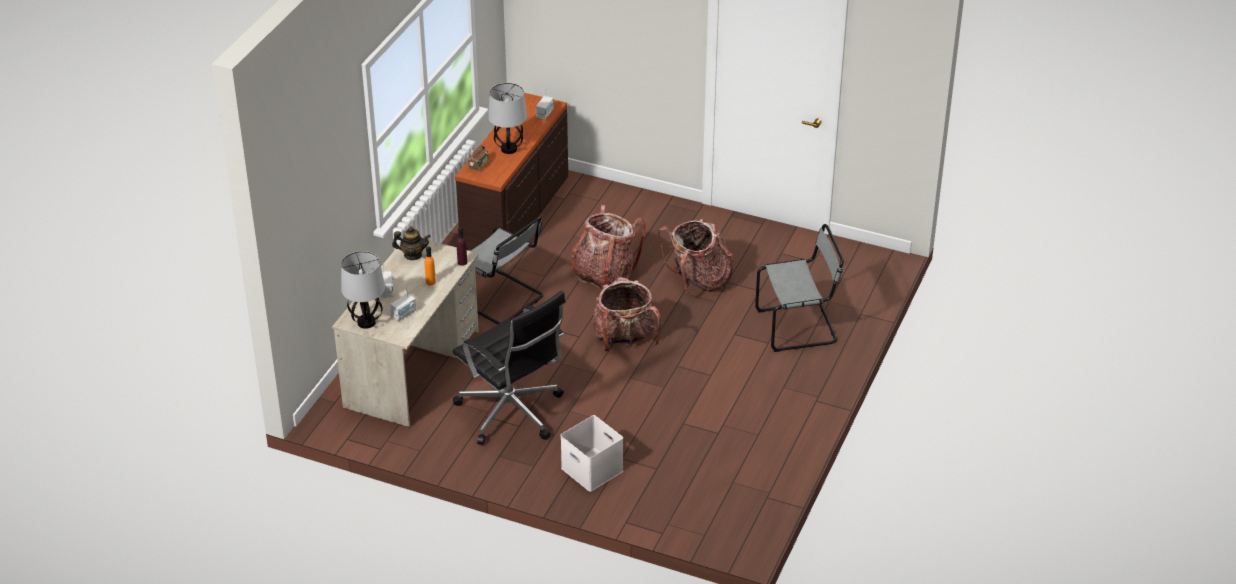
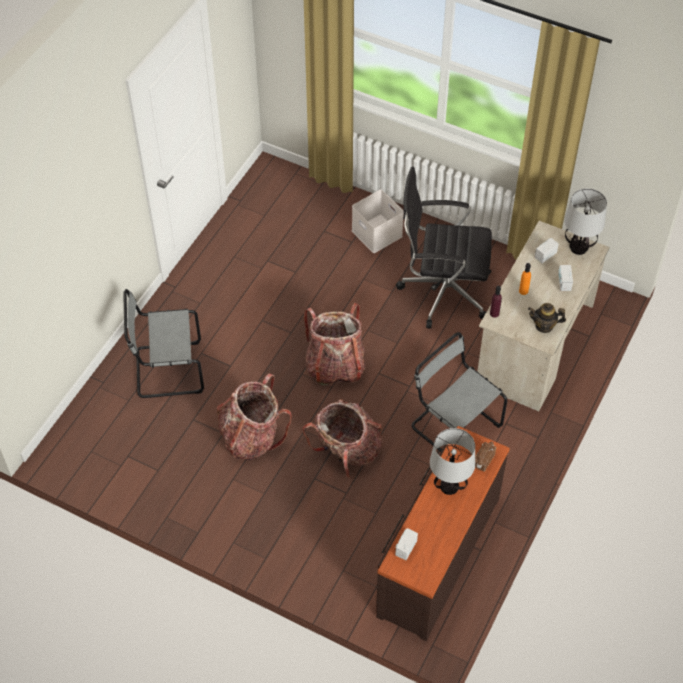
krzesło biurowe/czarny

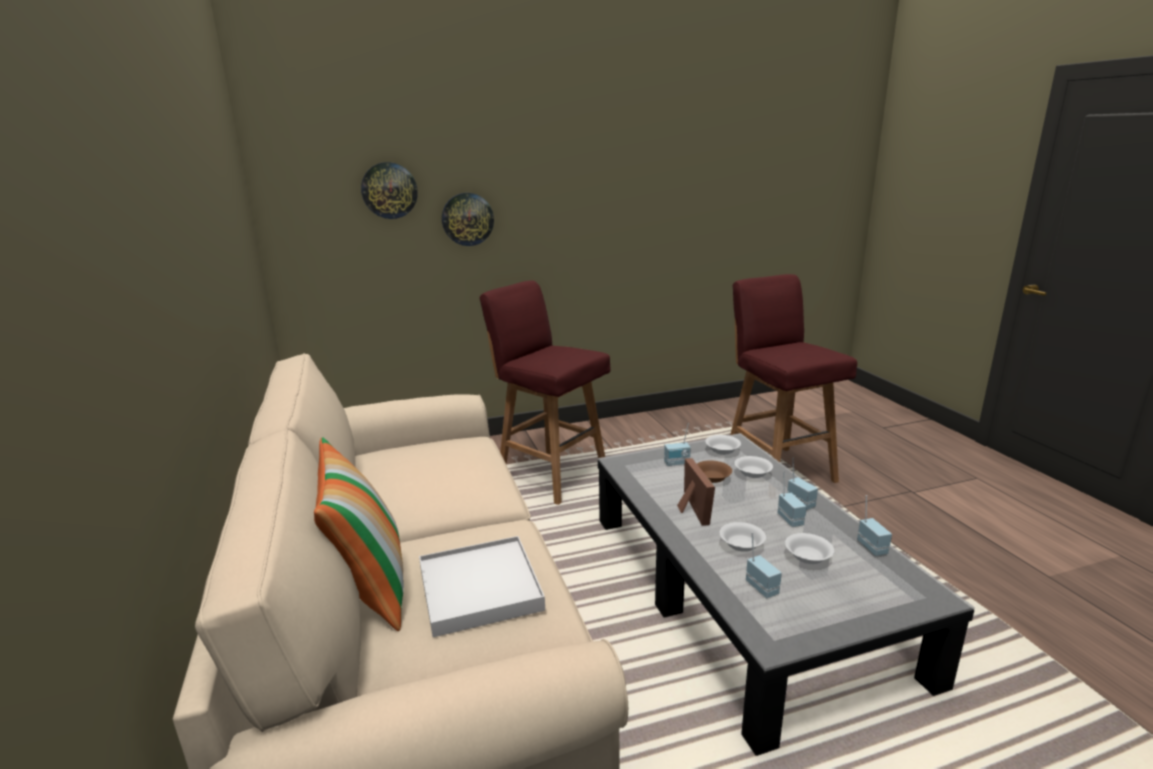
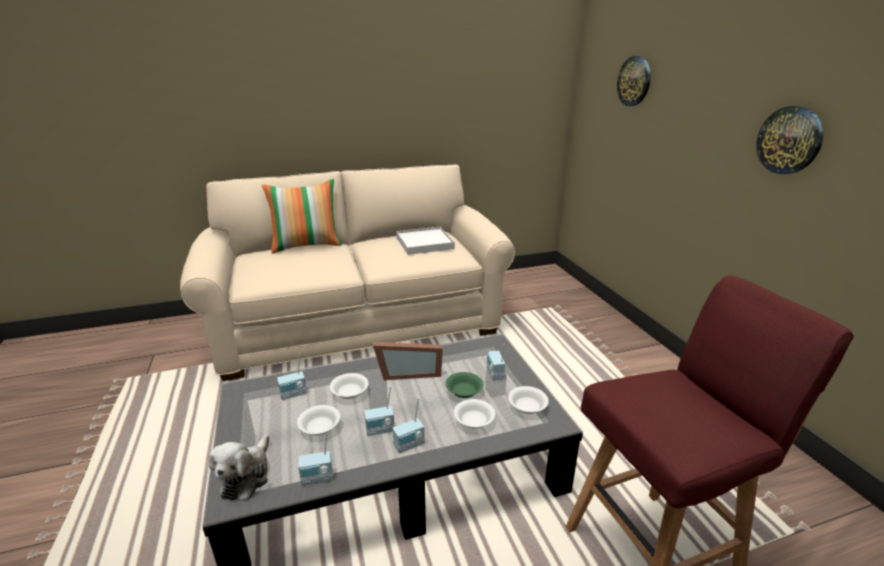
zegar ścienny (2nd from left); stołek/czerwony (1st from left in the first image); miska/zielony; taca/biały; pluszak

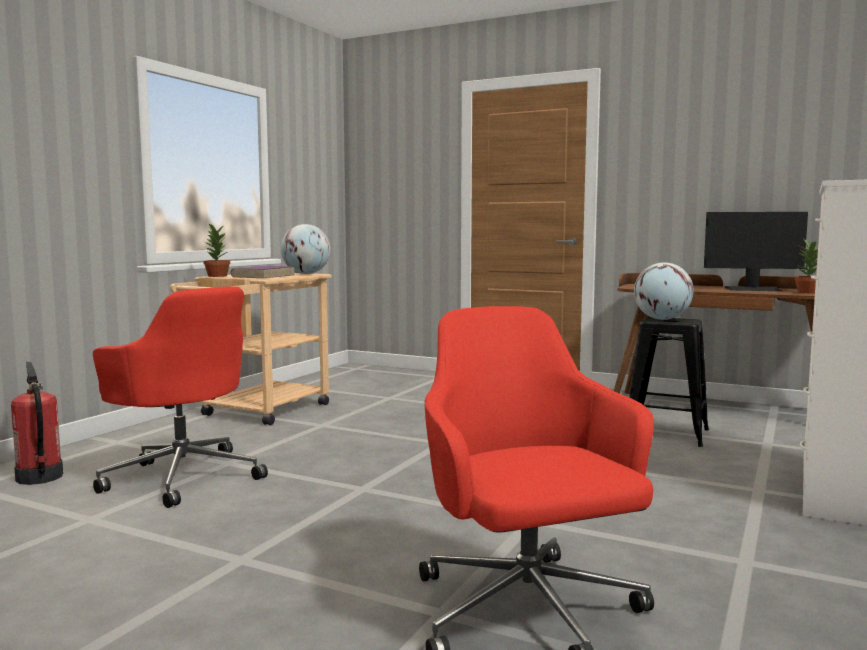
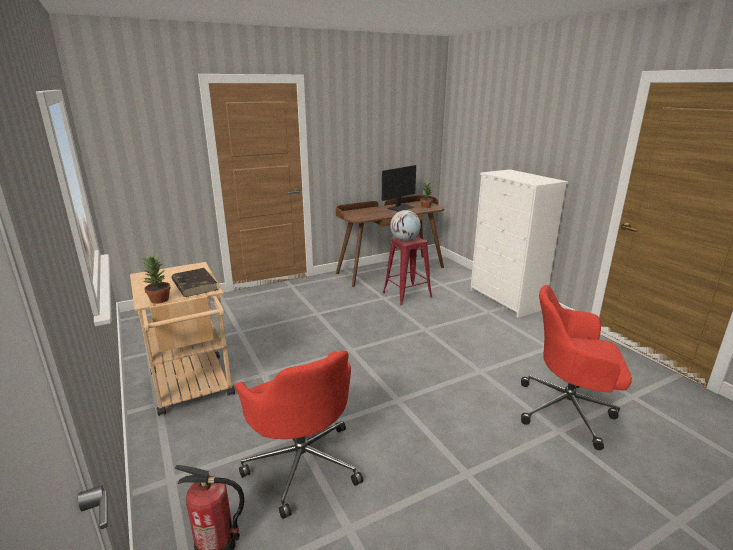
globus (1st from left in the first image); książka/brązowy; krzesło biurowe/czerwony (1st from left); stołek/czerwony

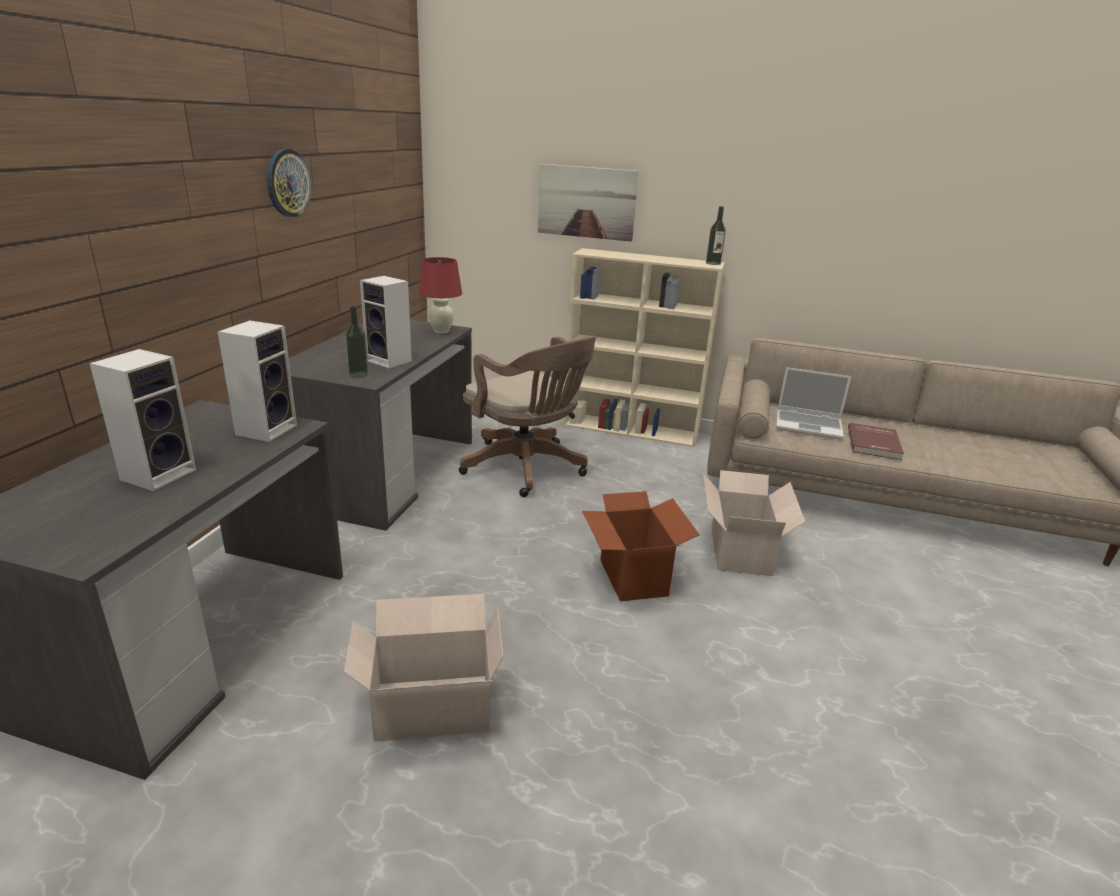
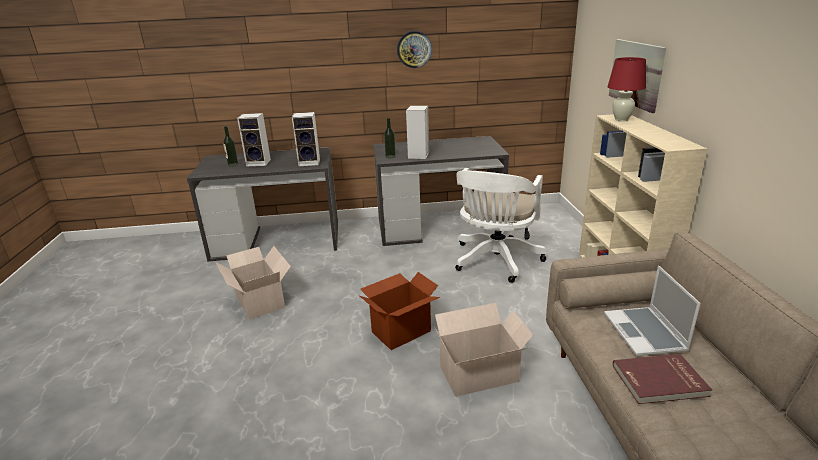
butelka (1st from left); lampa stołowa/czerwony; krzesło biurowe/biały

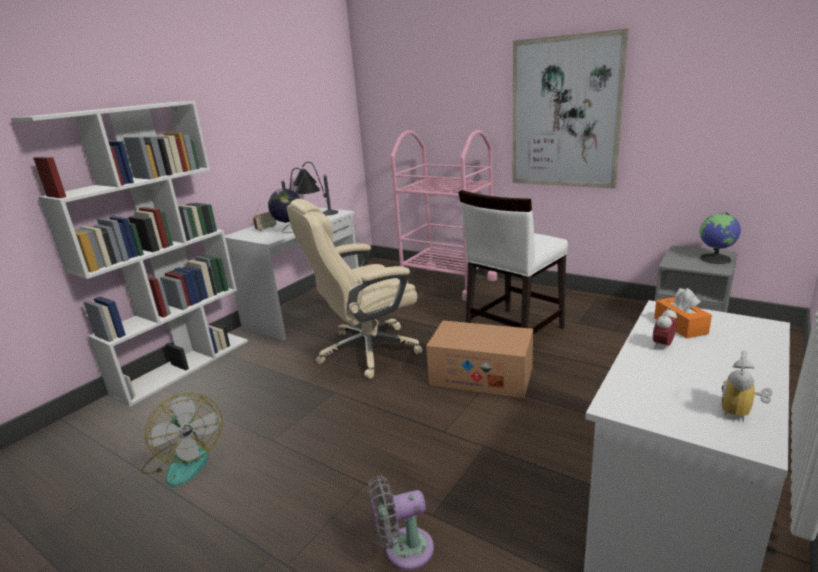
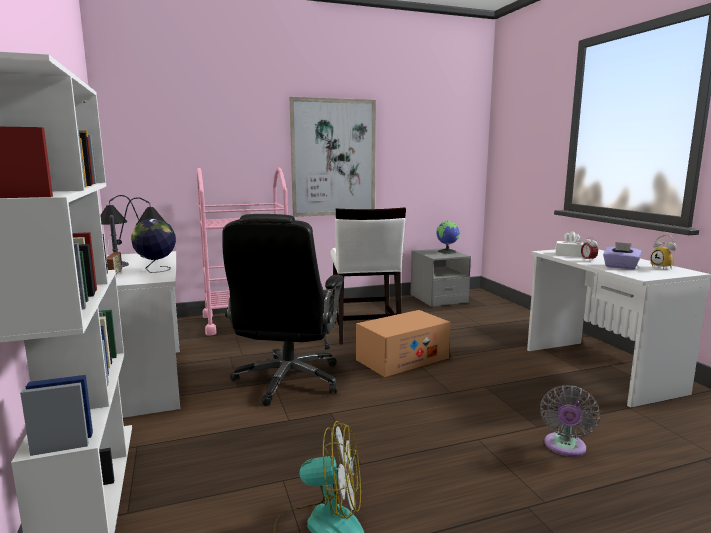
krzesło biurowe/czarny; pudełko chusteczek/biały; pudełko chusteczek/fioletowy

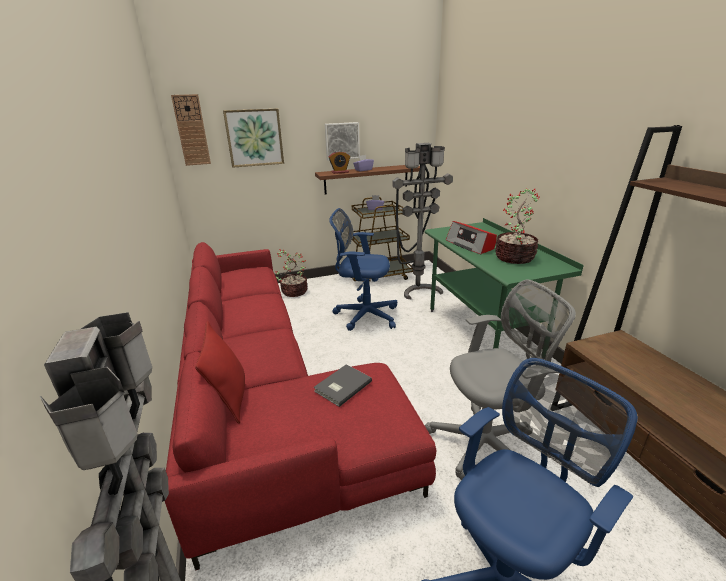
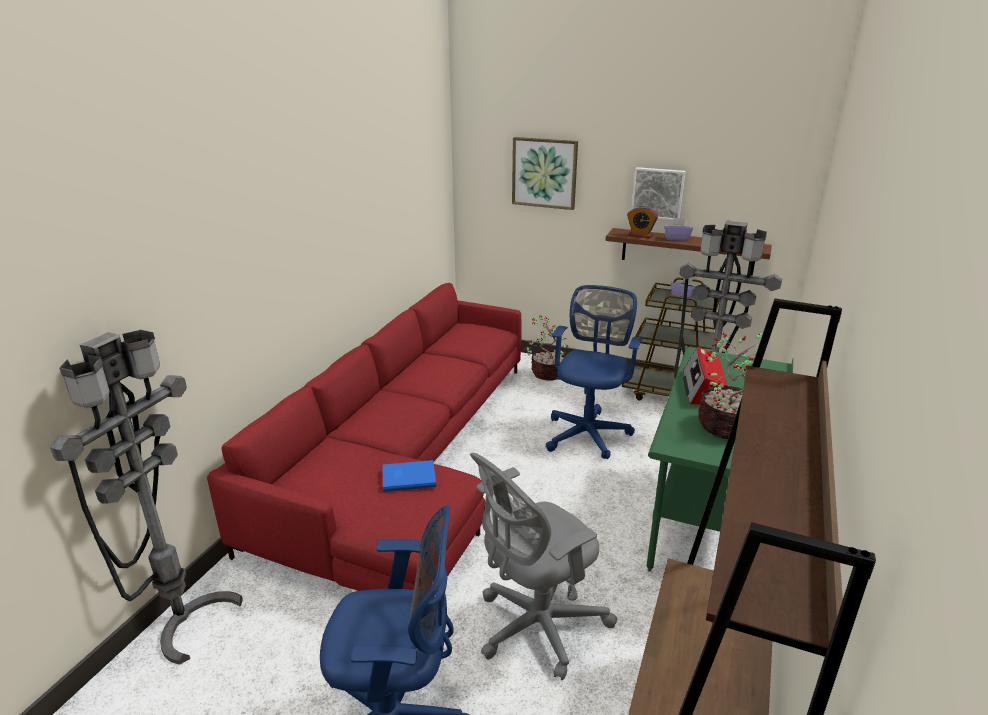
zegar ścienny; krzesło biurowe/niebieski (2nd from left); krzesło biurowe/szary; poduszka/czerwony; książka/niebieski

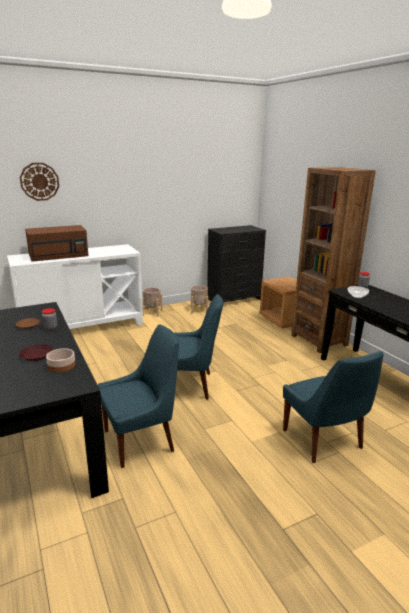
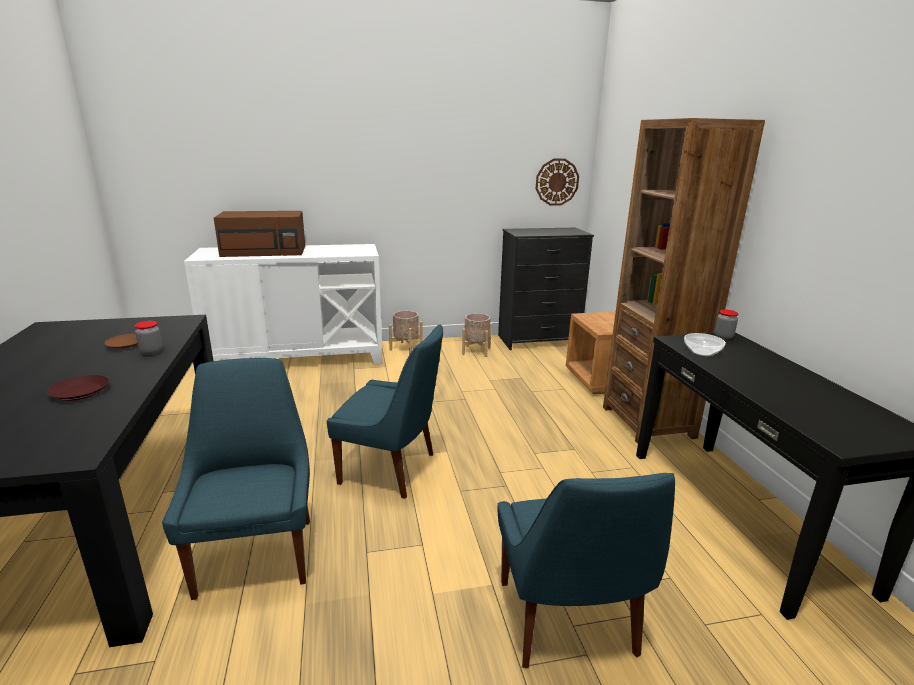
zegar ścienny; krzesło/niebieski (1st from left); miska (1st from left in the first image)

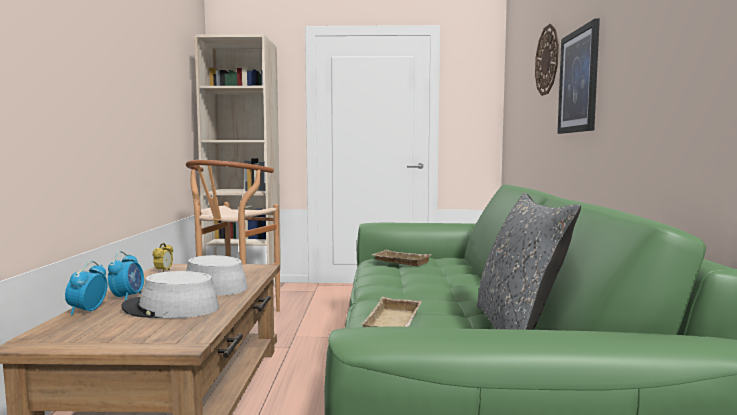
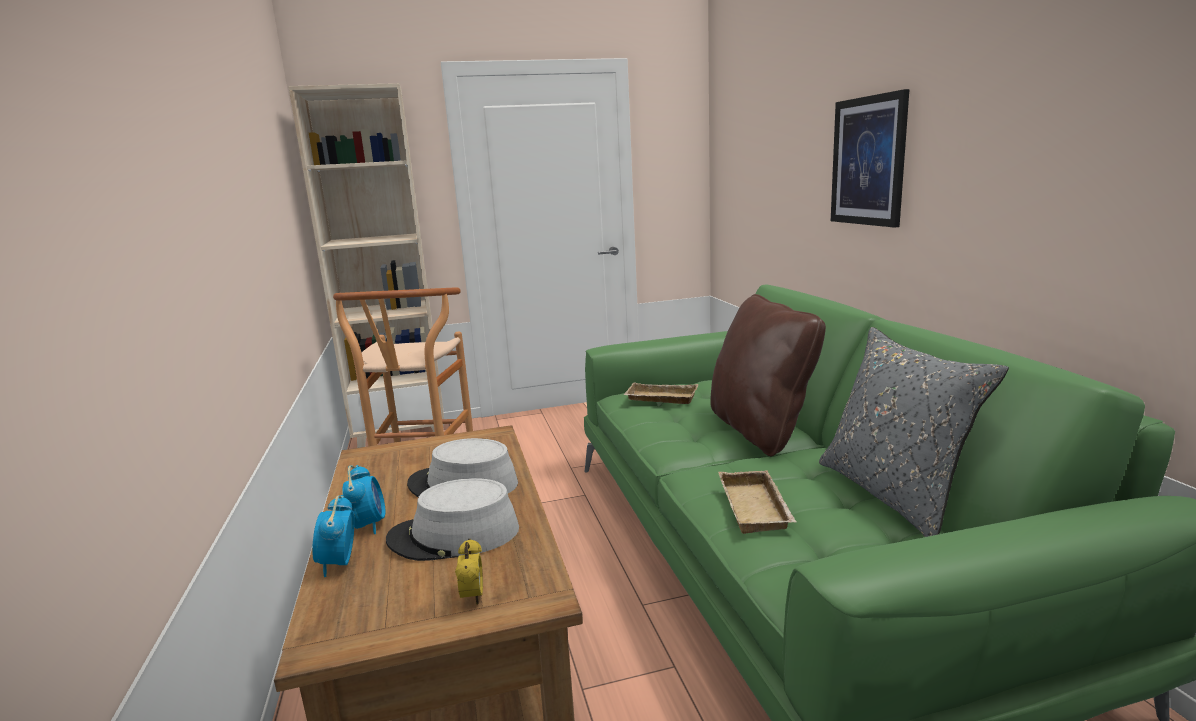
zegar ścienny; budzik (3rd from left); poduszka/brązowy

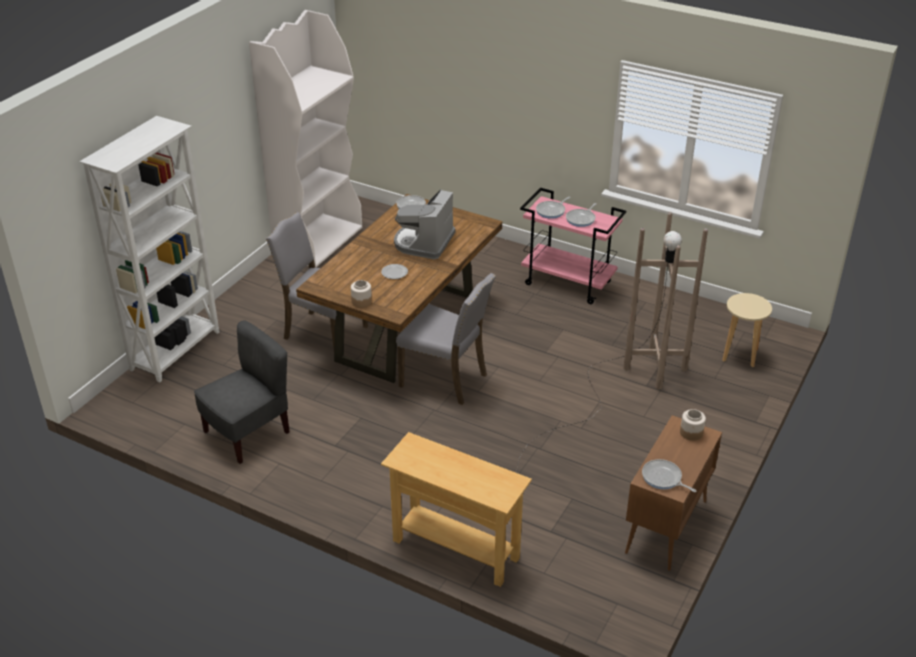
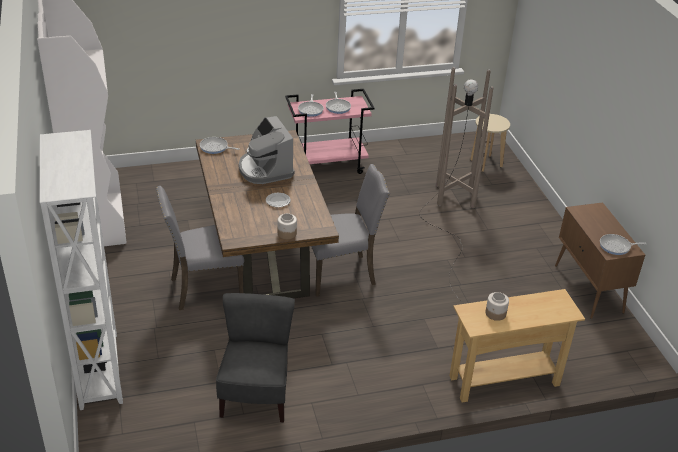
słoik (2nd from left)

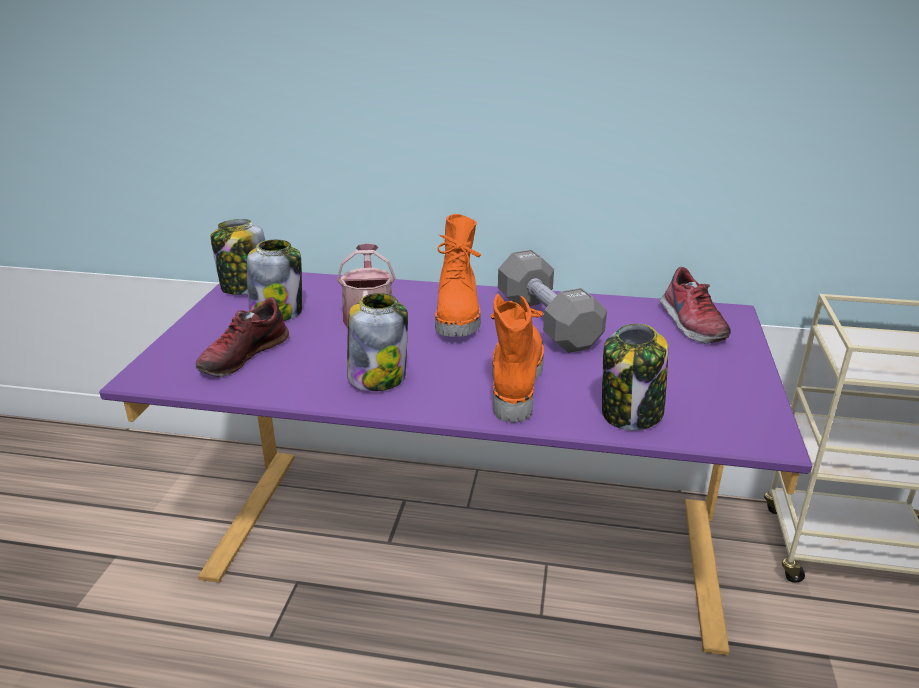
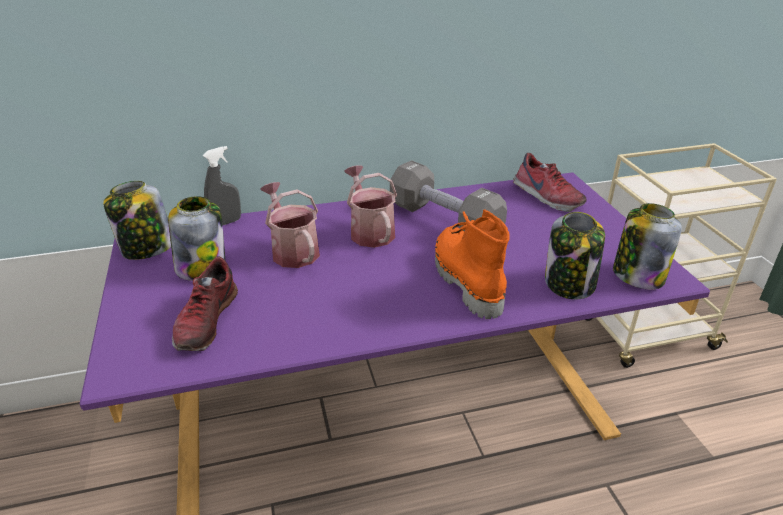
konewka (2nd from left); słoik (4th from left); spryskiwacz/szary

